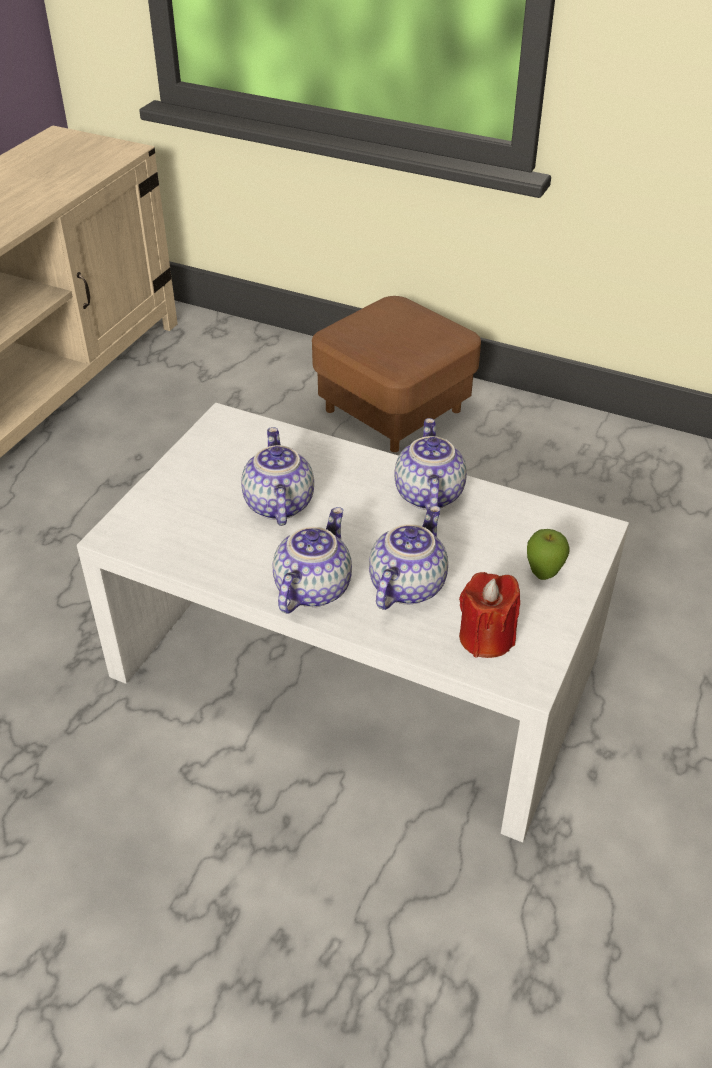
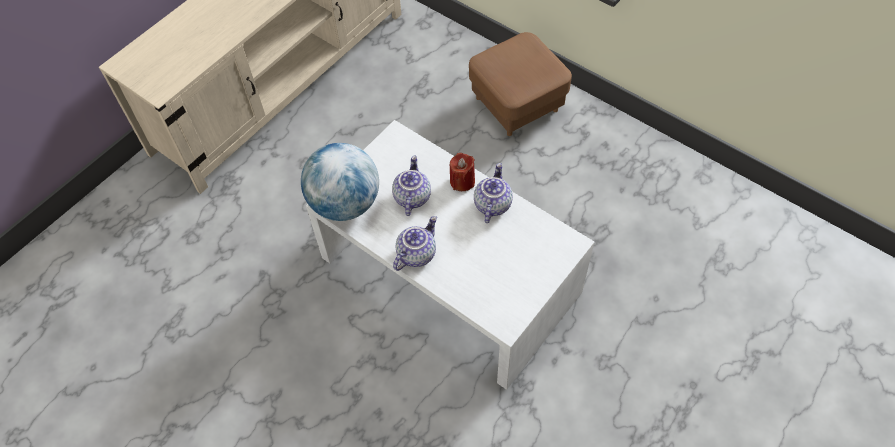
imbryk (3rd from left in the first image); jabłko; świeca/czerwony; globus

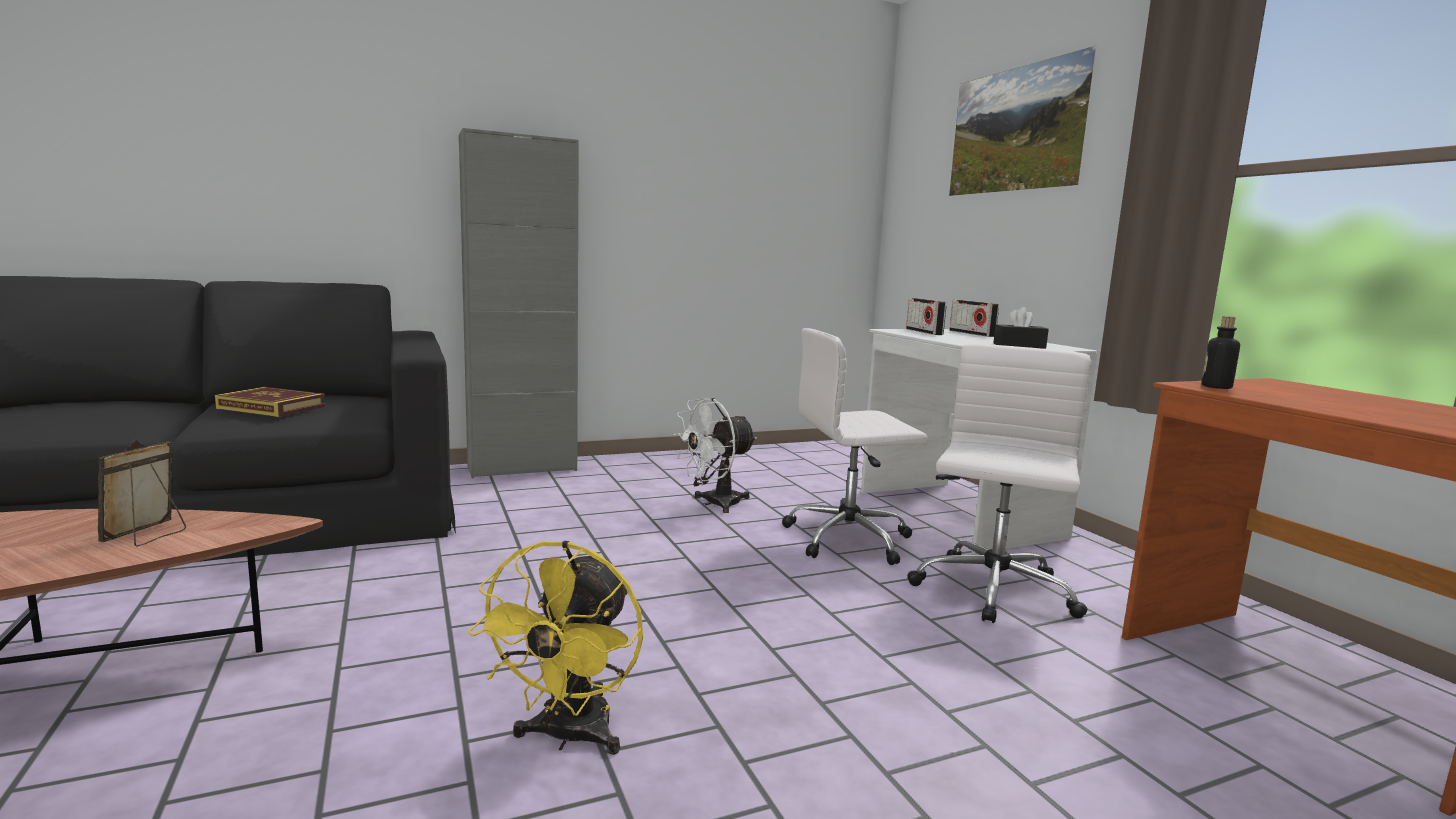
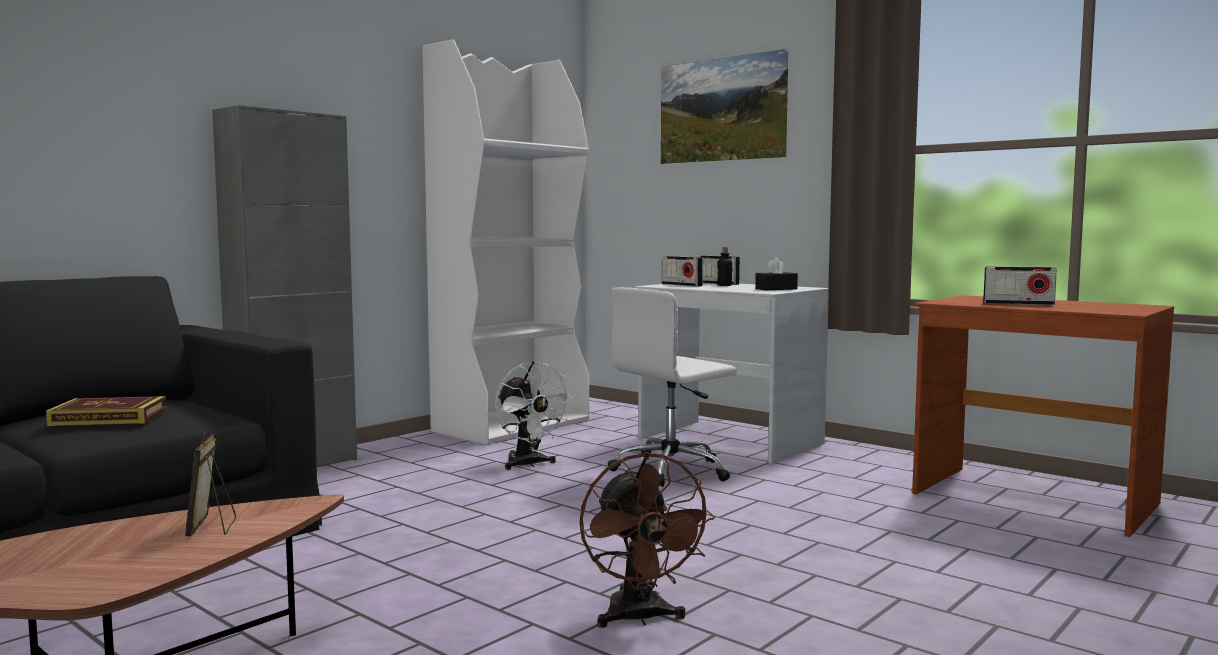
butelka; krzesło biurowe/biały (2nd from left in the first image); wentylator/biały; wentylator/brązowy; regał/biały; radio (3rd from left)

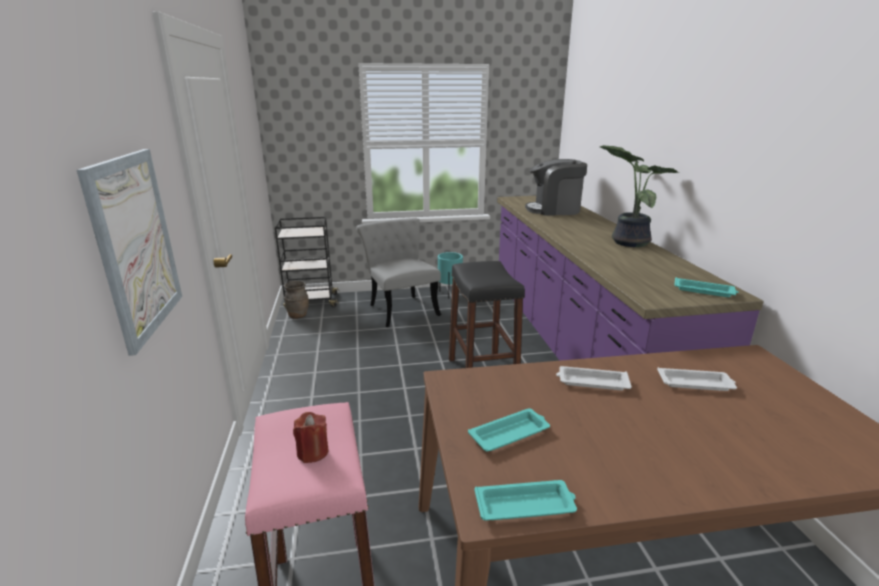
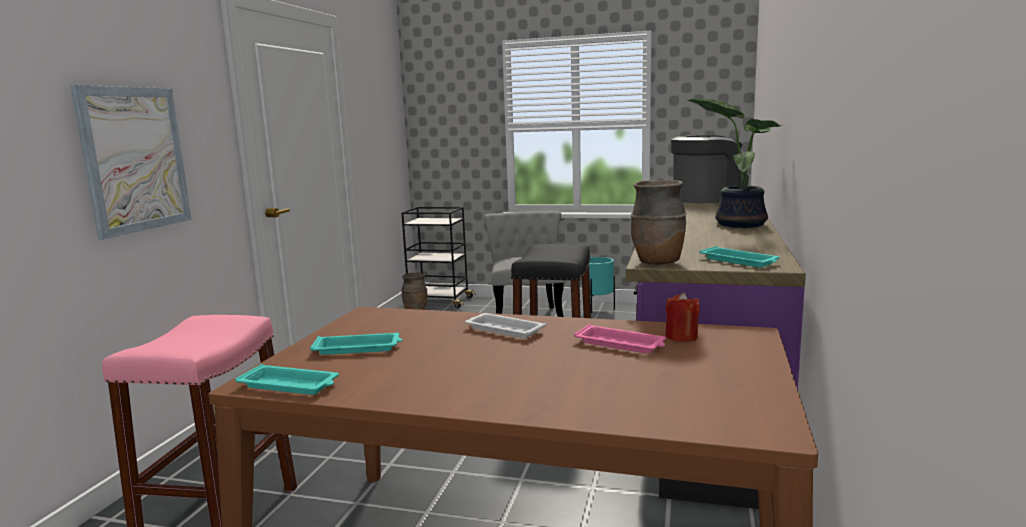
ekspres do kawy; taca/różowy; świeca/czerwony; wazon/brązowy (2nd from left)

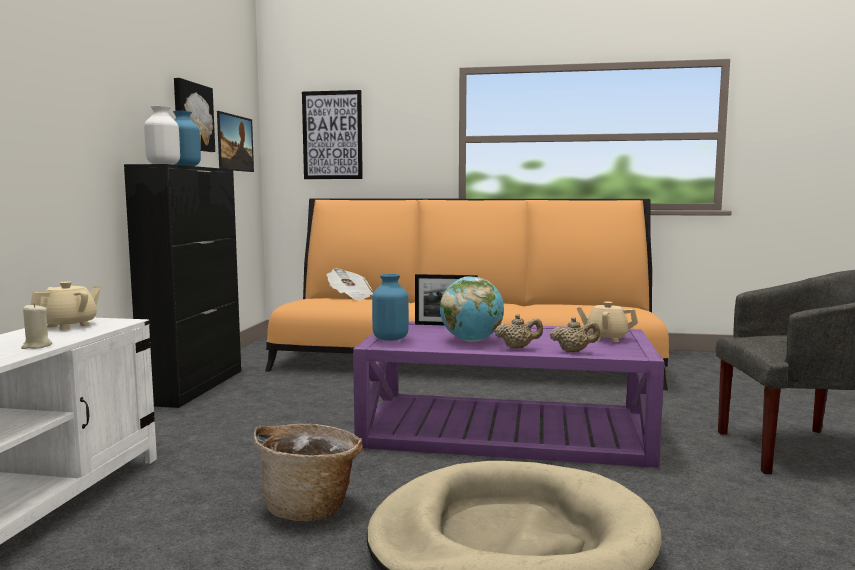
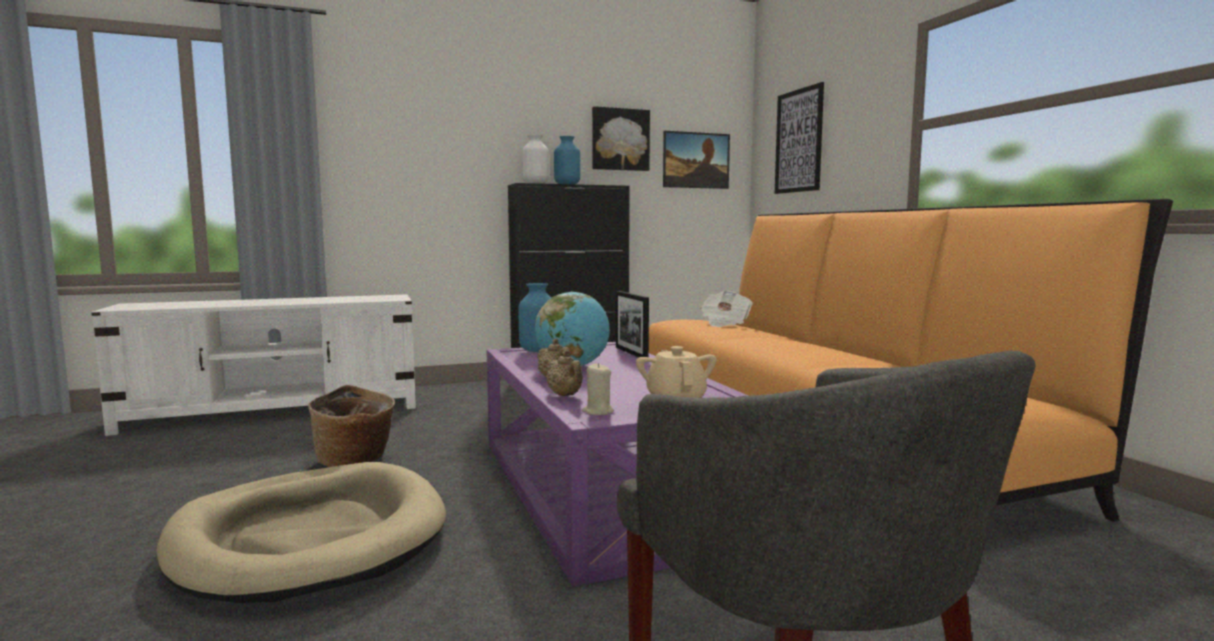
imbryk/beżowy (1st from left in the first image); świeca/beżowy

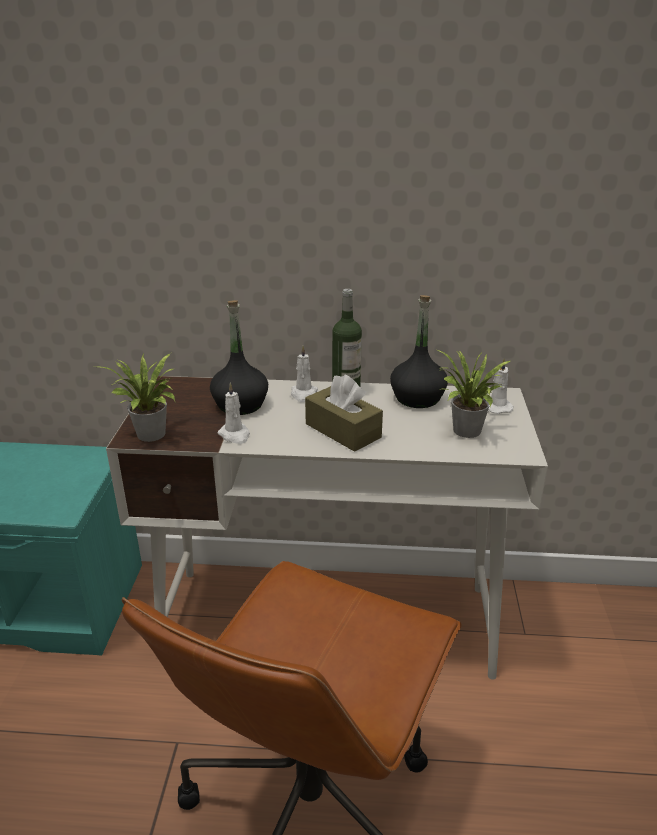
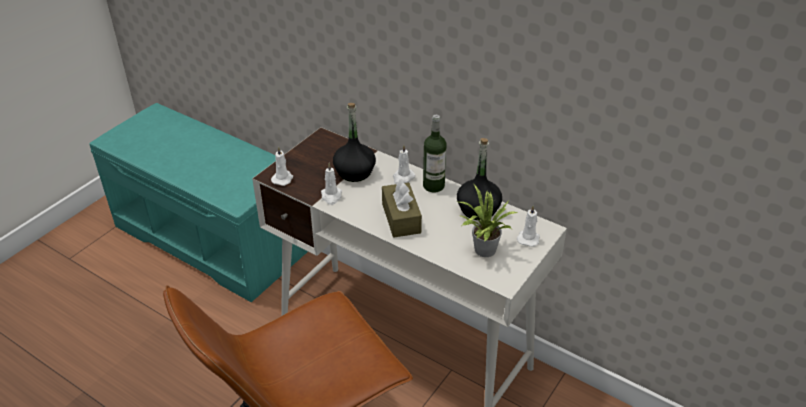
świeca/biały (1st from left)

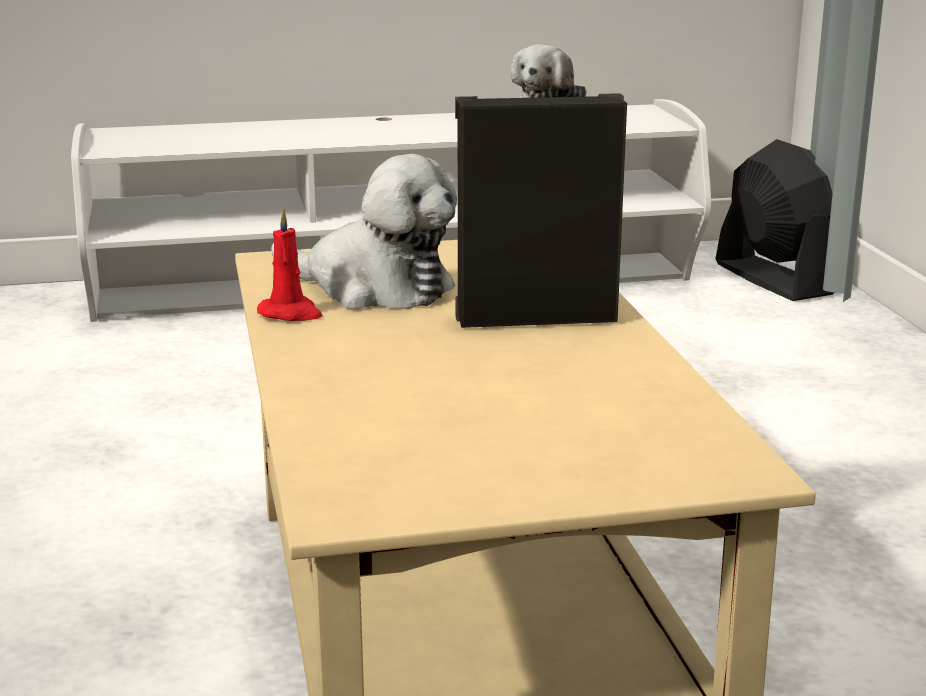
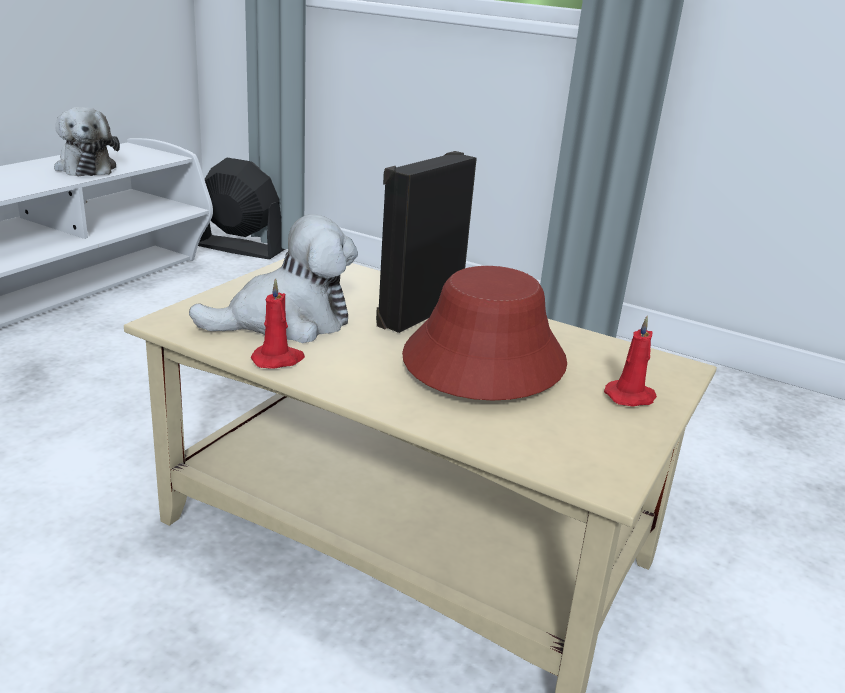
kapelusz/czerwony; świeca/czerwony (2nd from left)

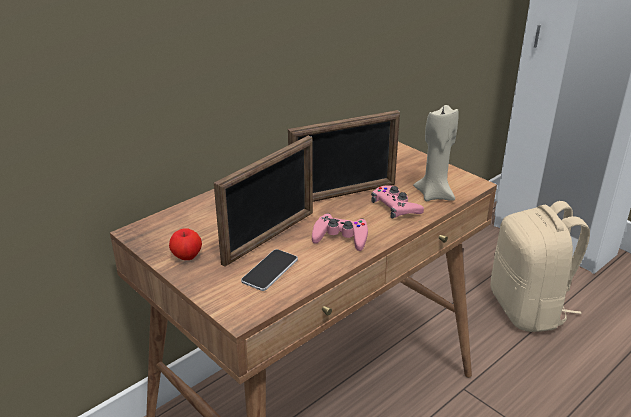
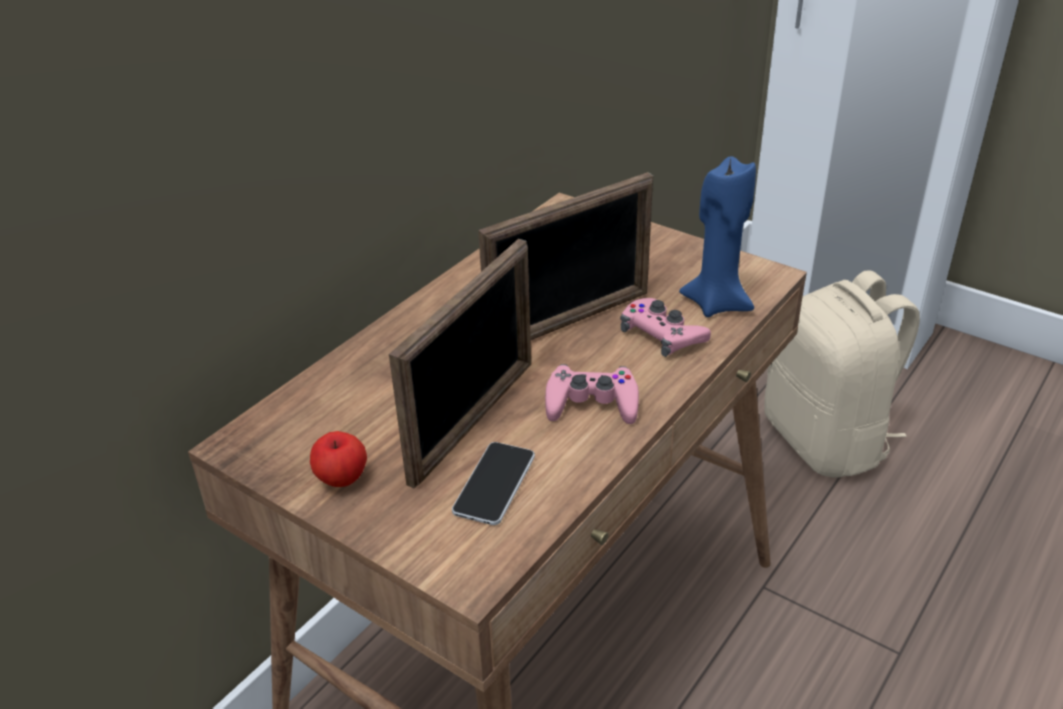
świeca/niebieski

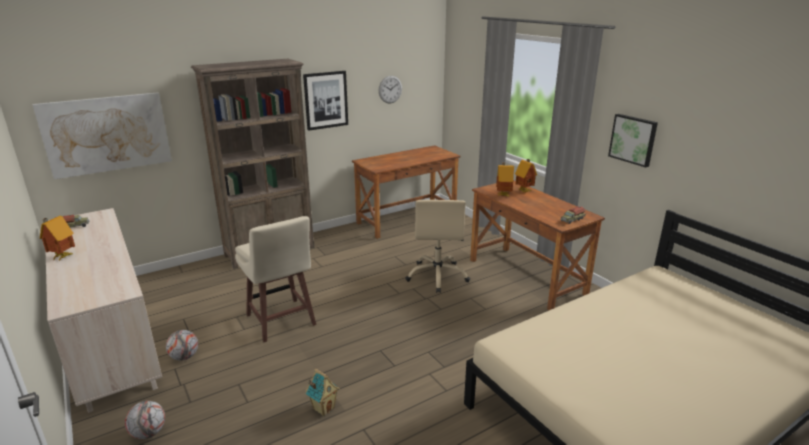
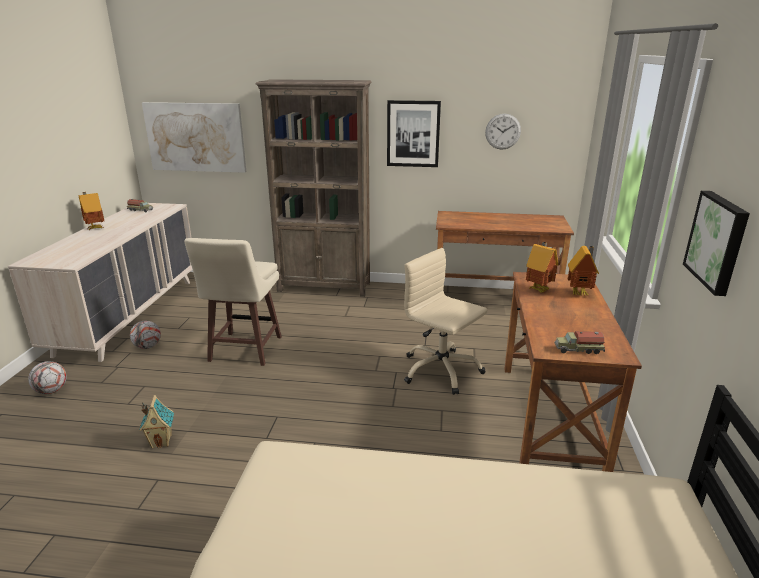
krzesło biurowe/beżowy

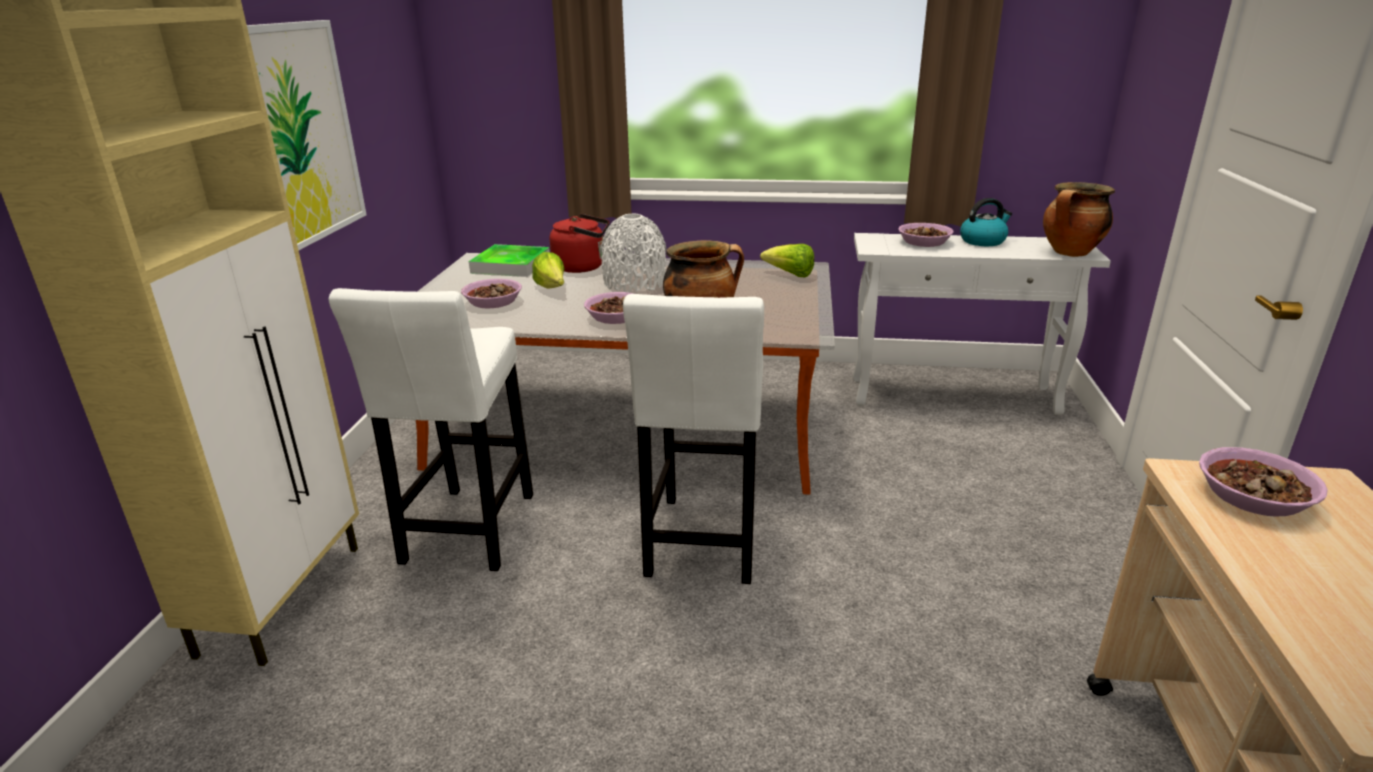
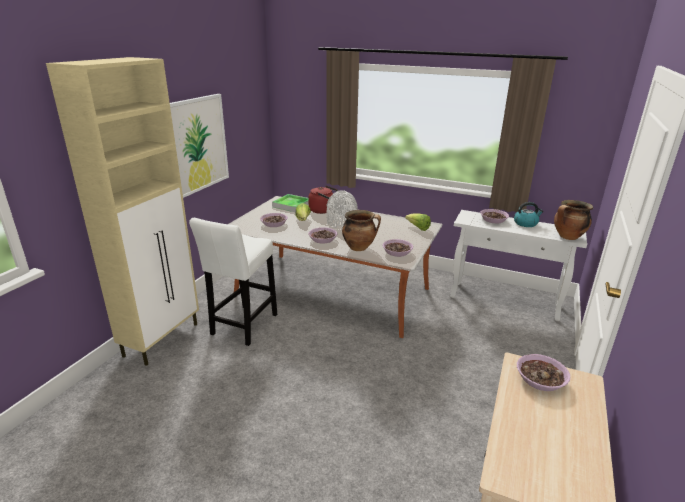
stołek/biały (2nd from left in the first image); miska (3rd from left)

